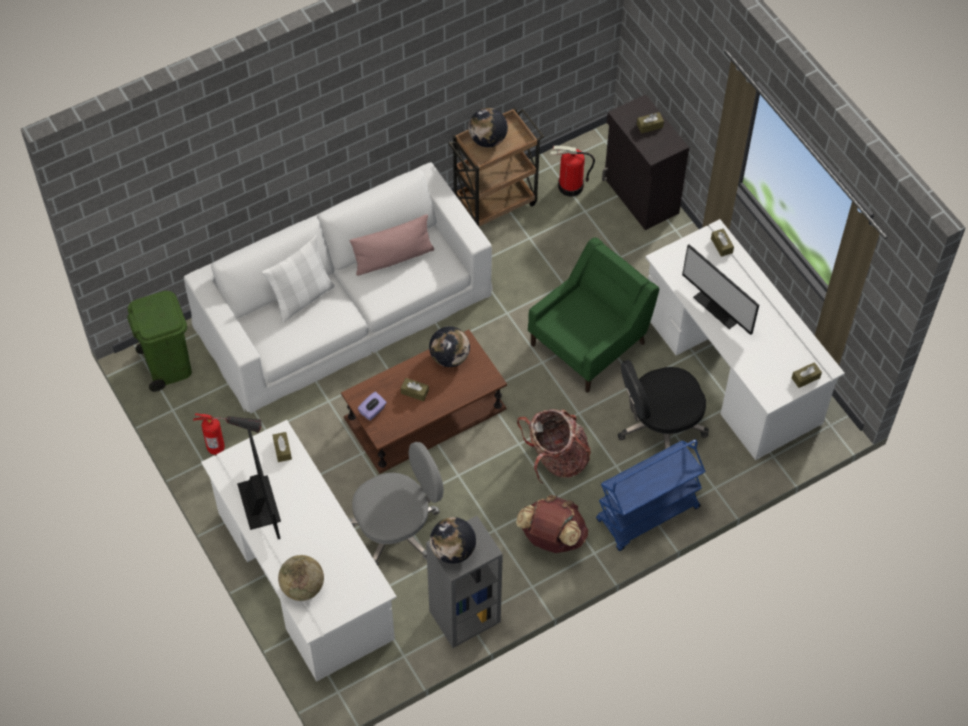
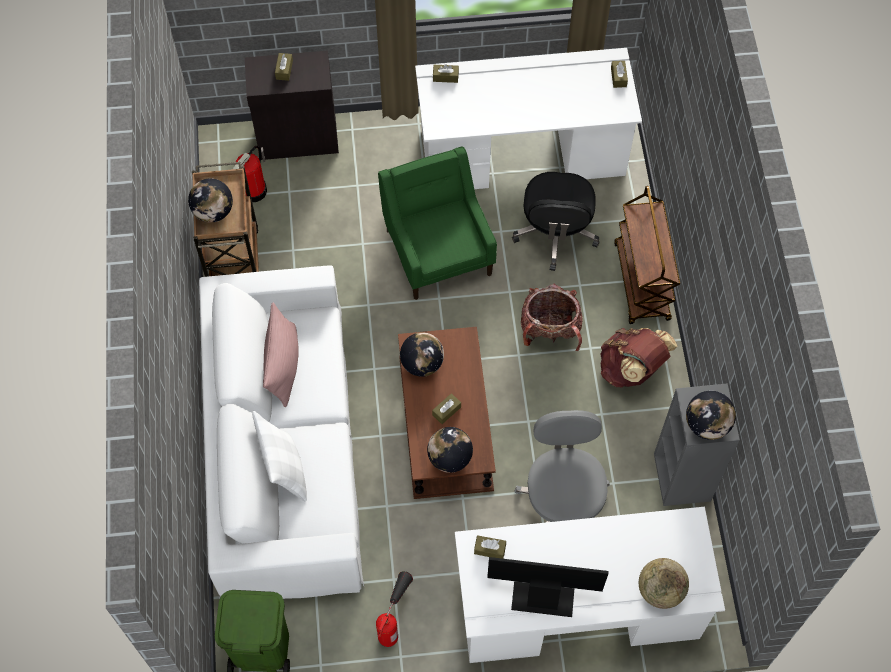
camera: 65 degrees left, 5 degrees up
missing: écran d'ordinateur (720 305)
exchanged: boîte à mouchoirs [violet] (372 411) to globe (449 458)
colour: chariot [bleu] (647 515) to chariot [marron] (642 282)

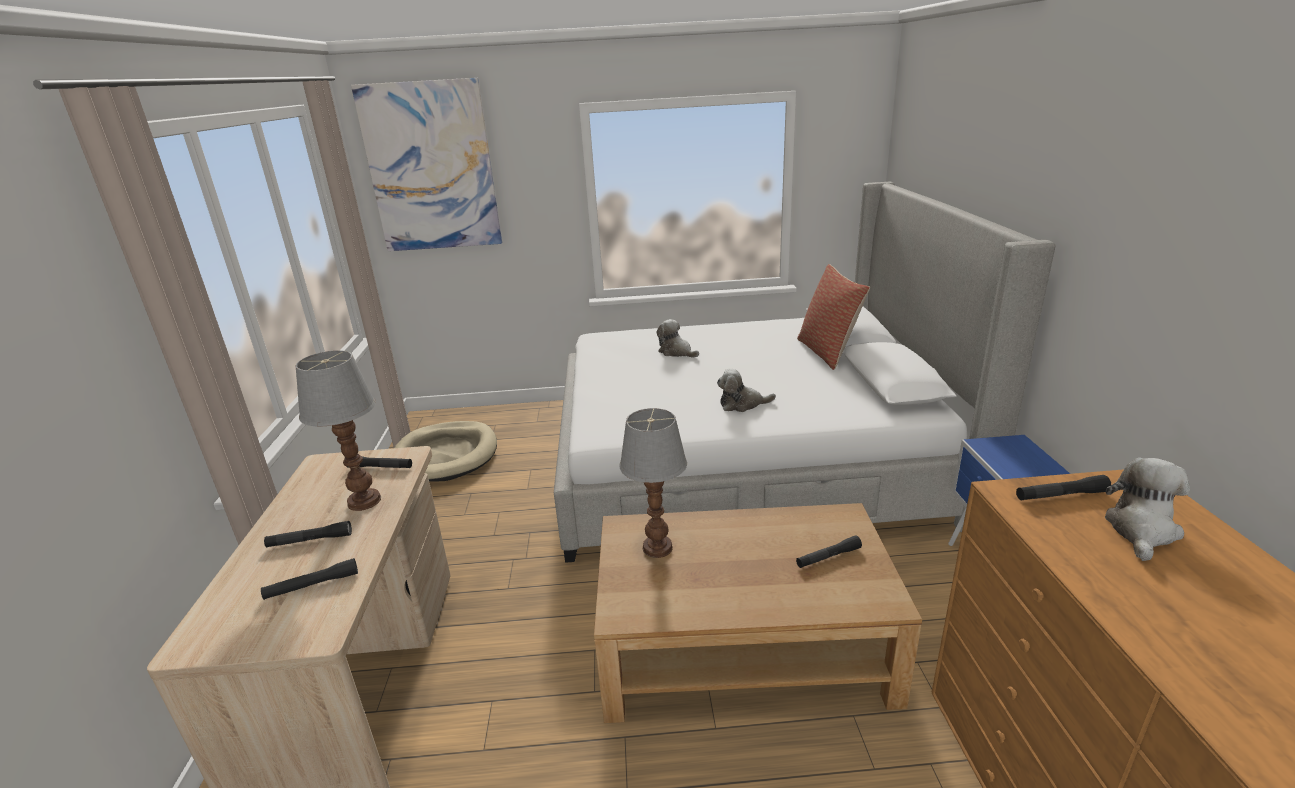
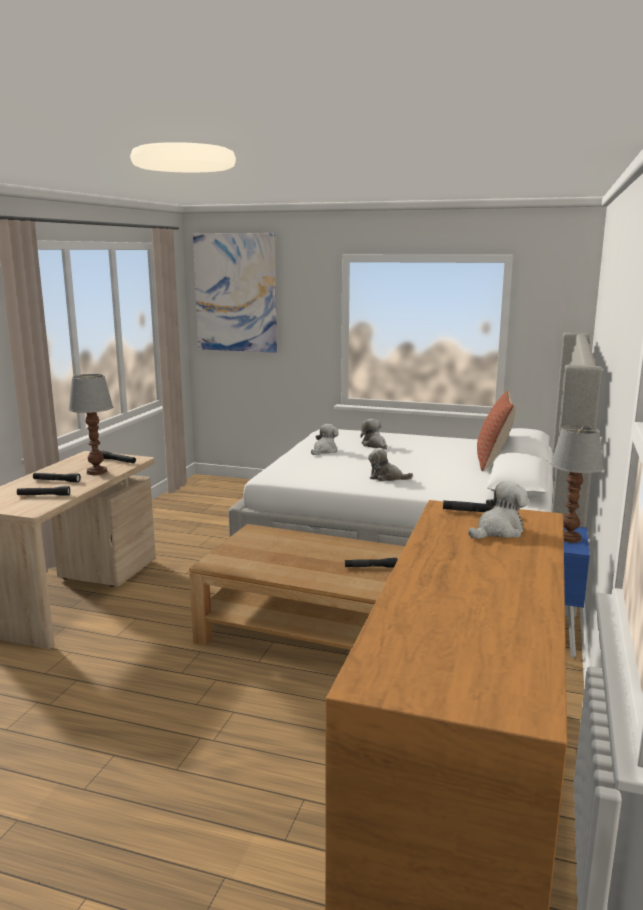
camera: 20 degrees right, 10 degrees down
missing: panier pour chien [beige] (446 455)
appeared: peluche (324 451)
relocated: lampe de table (658 547) to (569 538)

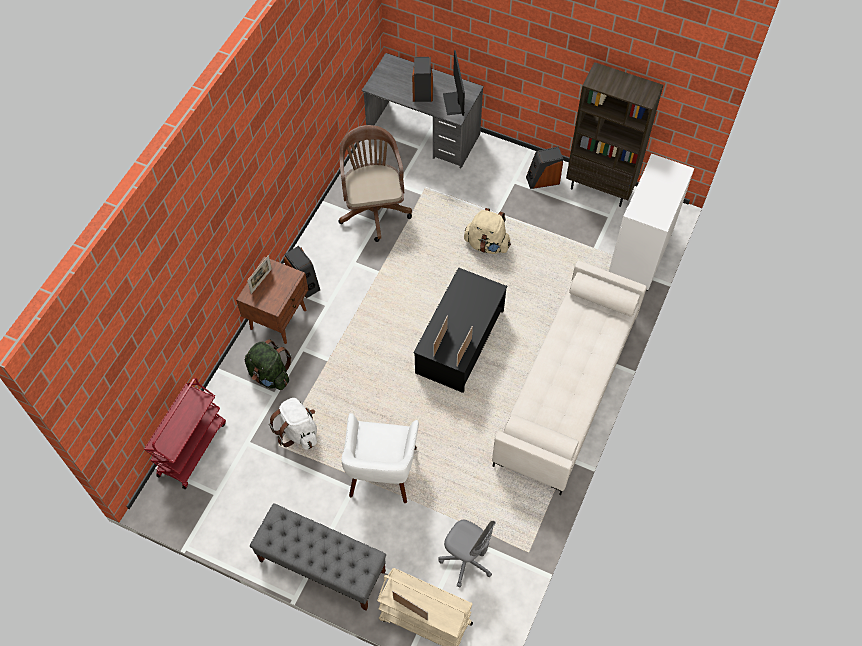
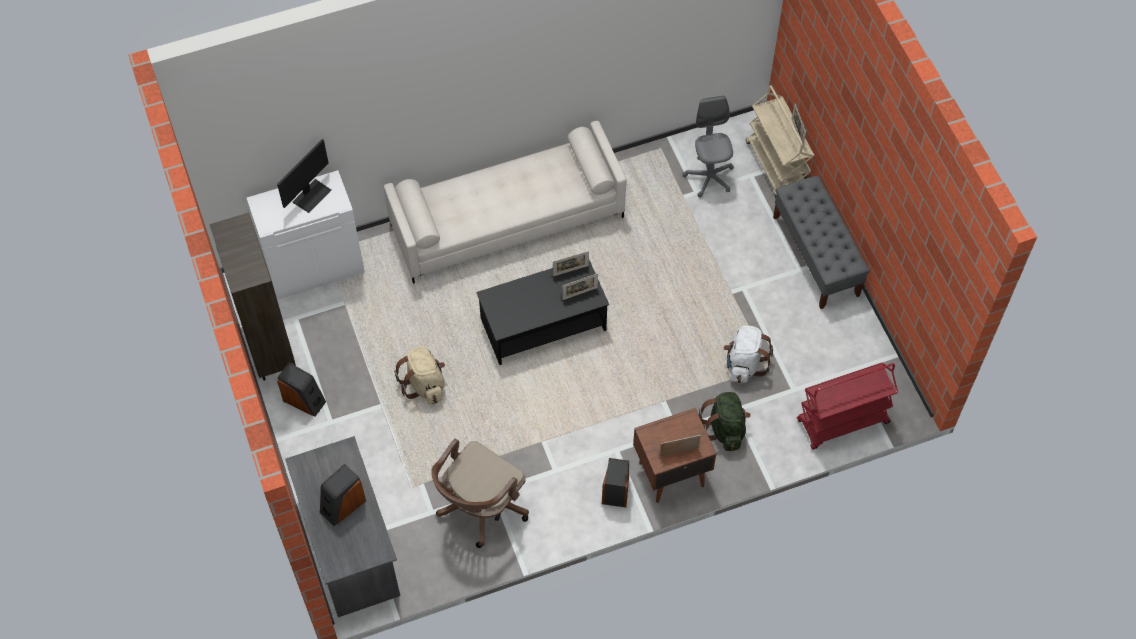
camera: 135 degrees left, 0 degrees up
missing: fauteuil [blanc] (381 472)
relocated: écran d'ordinateur (454 103) to (311 195)

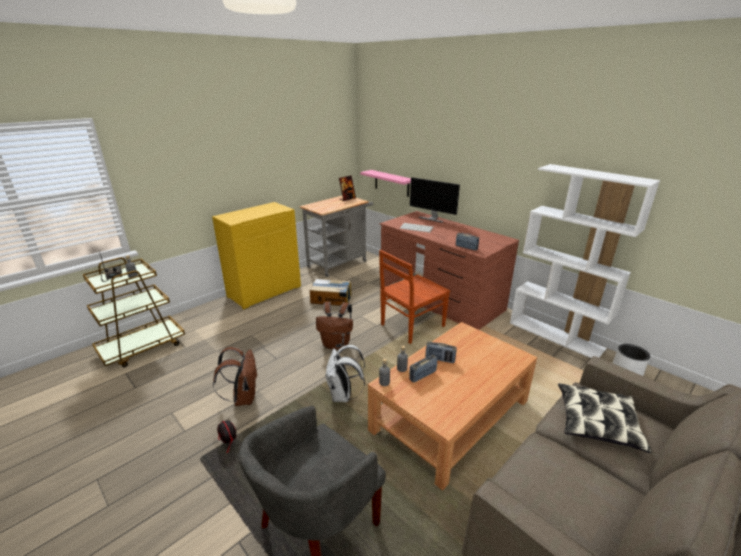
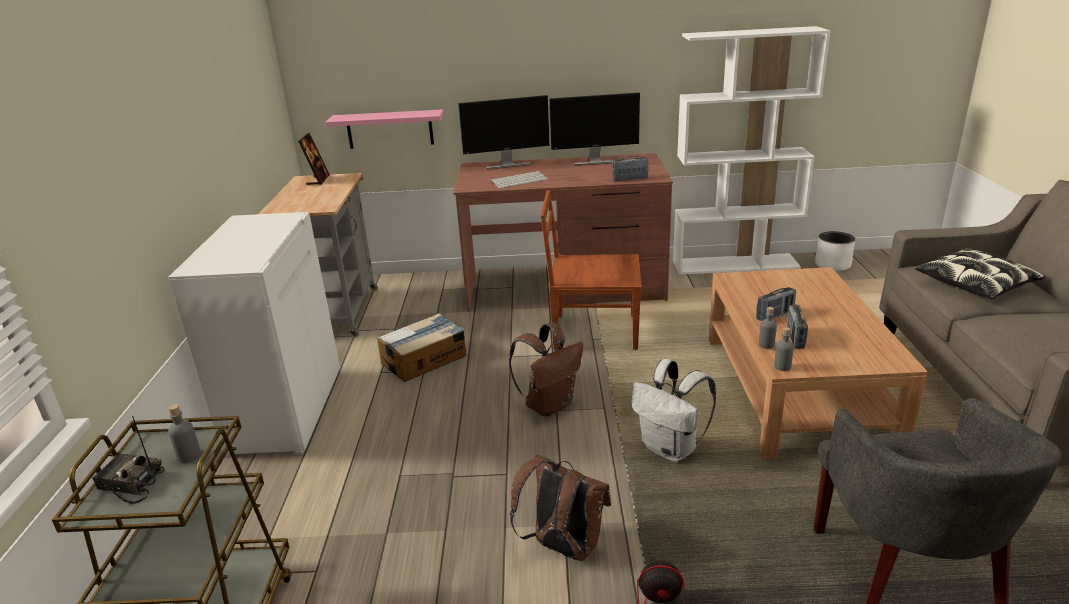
camera: 45 degrees left, 0 degrees up
appeared: écran d'ordinateur (595 161)
colour: meuble de rangement [jaune] (264 291) to meuble de rangement [blanc] (285 410)
spun: chaise [marron] (411 326) = (593 332) 90 degrees clockwise

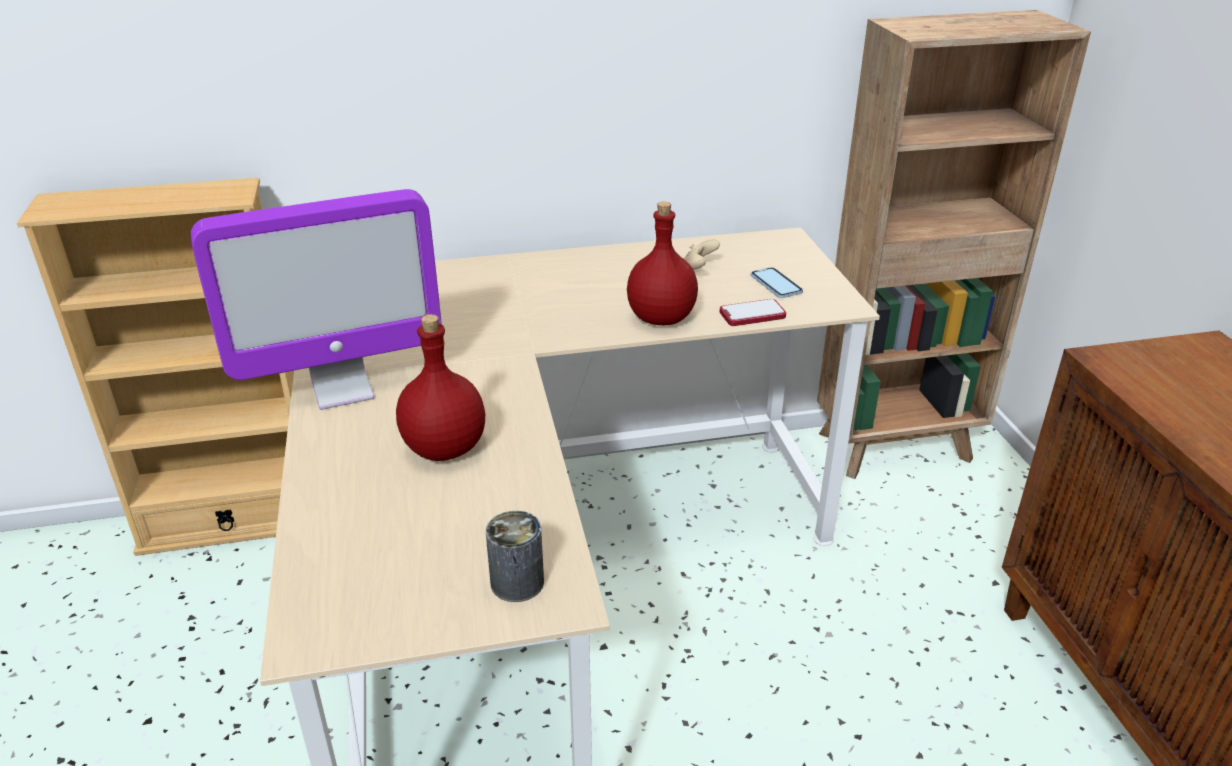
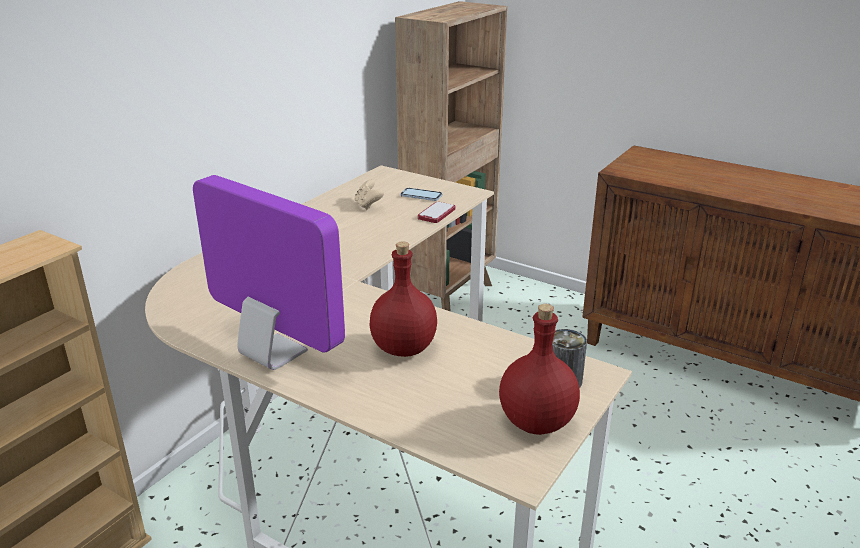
camera: 45 degrees left, 5 degrees down
relocated: bouteille [rouge] (660 318) to (535 422)
spun: écran d'ordinateur (342 389) = (273 354) 75 degrees counterclockwise

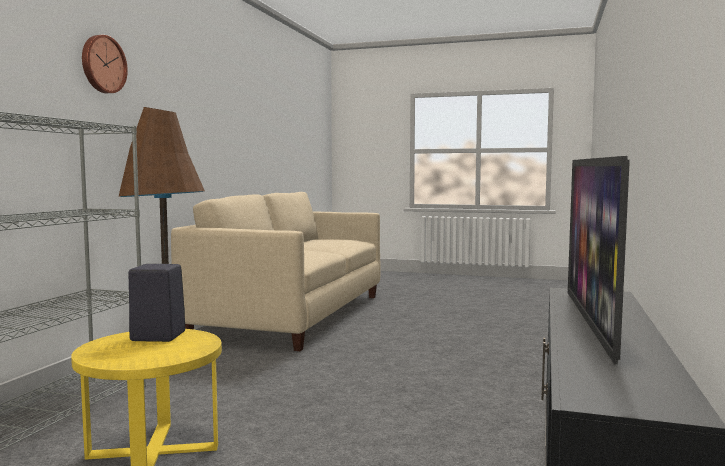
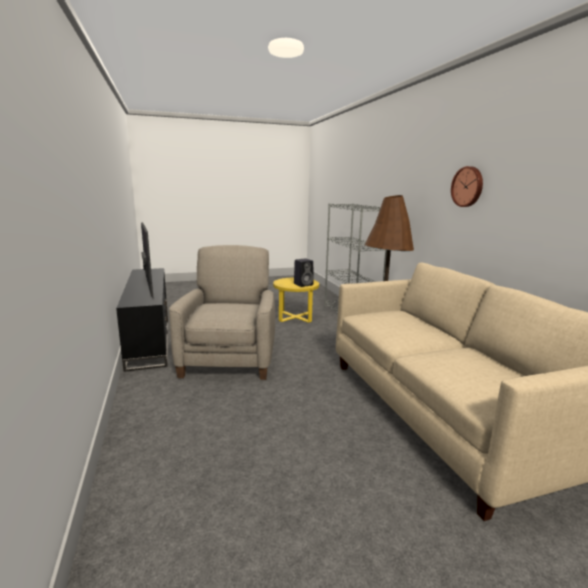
camera: 145 degrees right, 10 degrees up
appeared: fauteuil [beige] (229 359)
relocated: horloge murale (102 64) to (468 186)

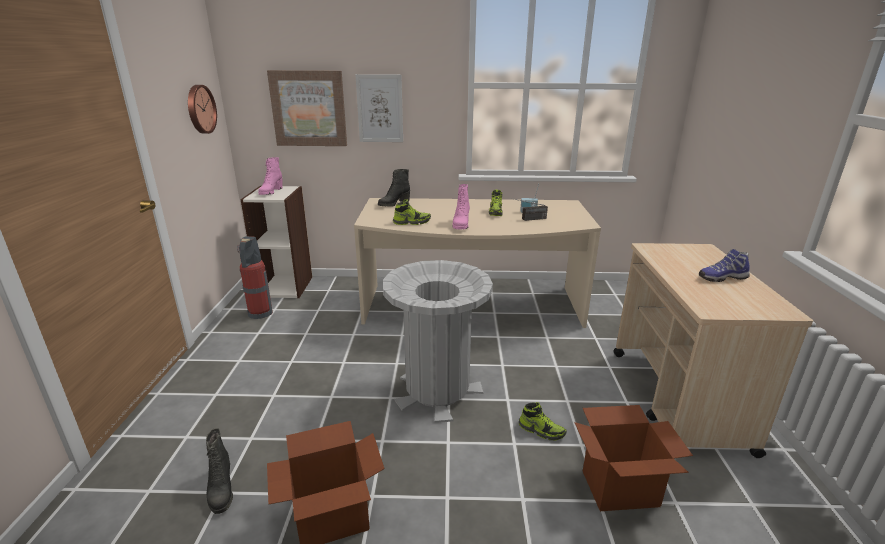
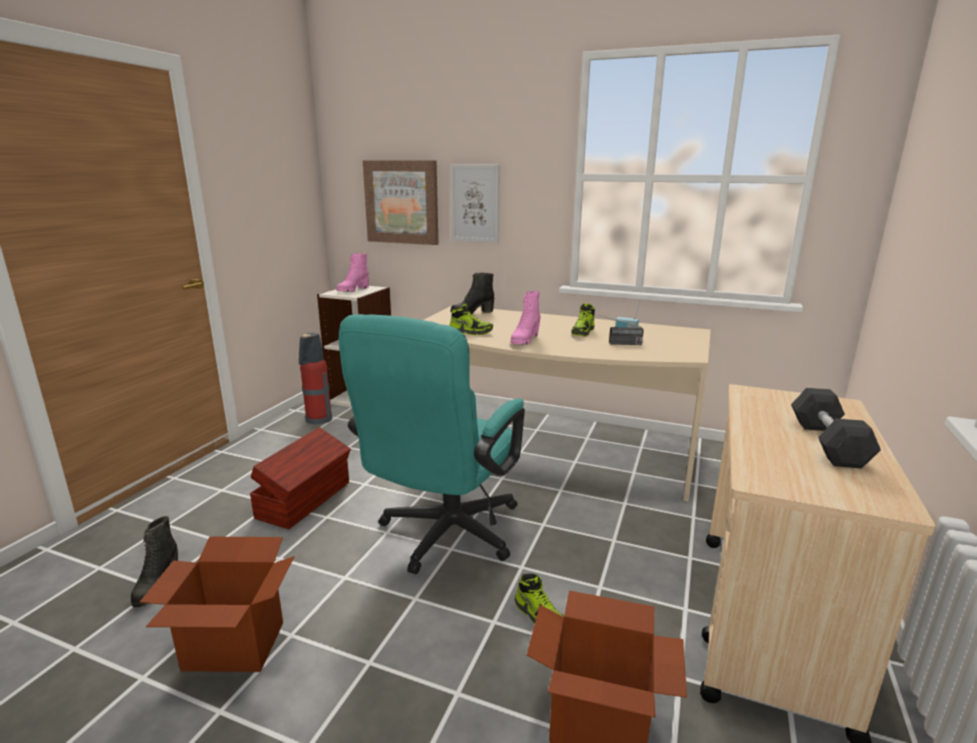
camera: 20 degrees right, 5 degrees down
missing: horloge murale (200 109)
appeared: boîte de rangement [marron] (306 499)
exchanged: chaussure (721 277) to haltère [gris] (827 443); poubelle [gris] (437 391) to chaise de bureau [turquoise] (443 537)

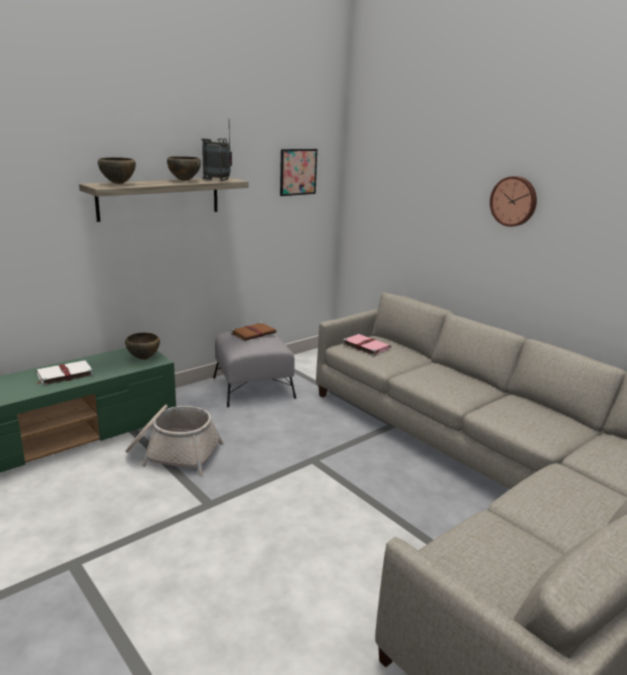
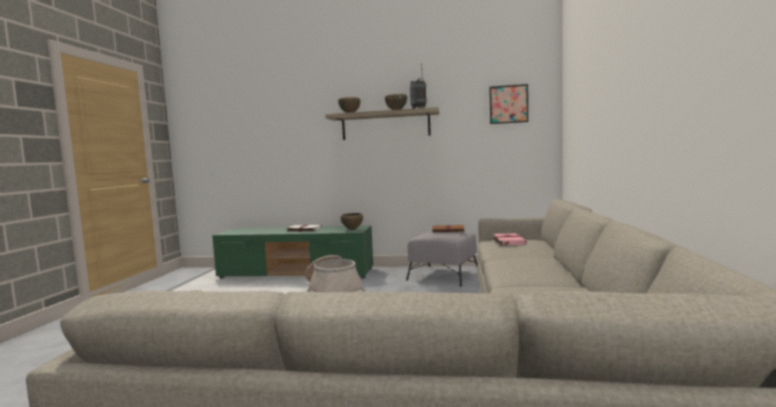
camera: 50 degrees right, 15 degrees down
missing: horloge murale (514 201)

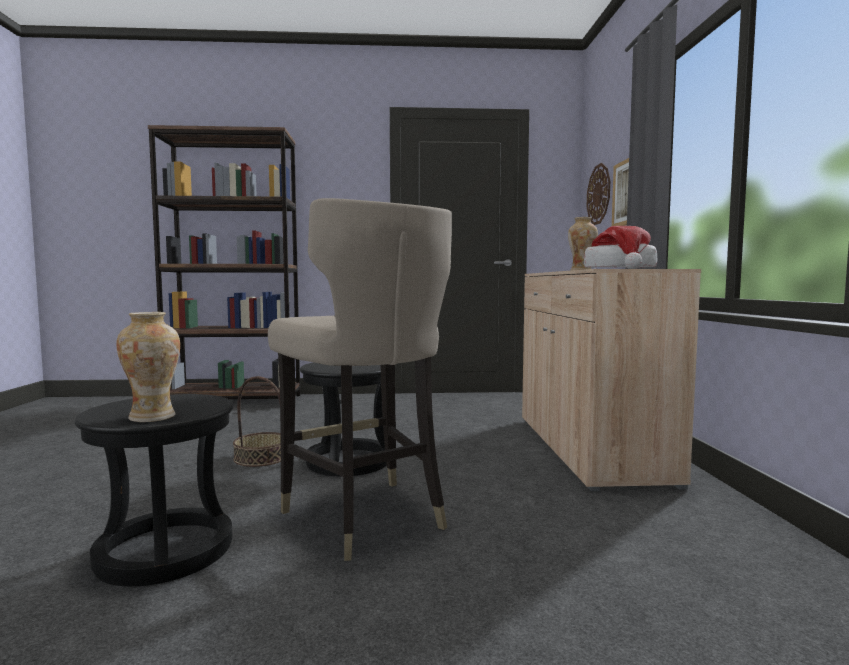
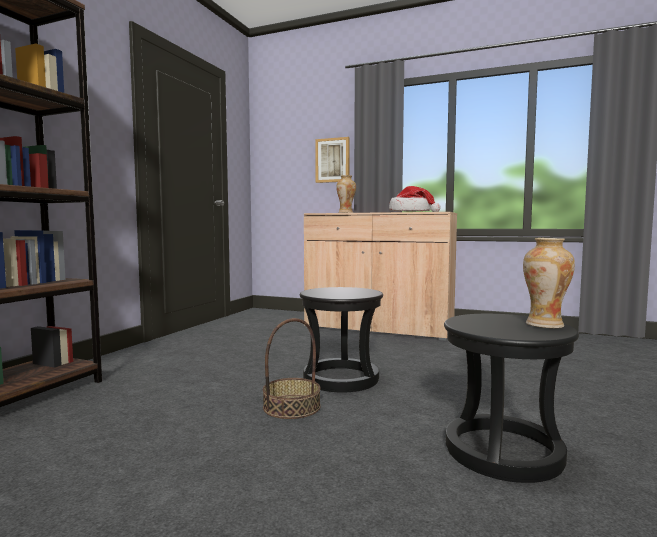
camera: 65 degrees left, 0 degrees up
missing: horloge murale (599 194); tabouret [beige] (364 517)

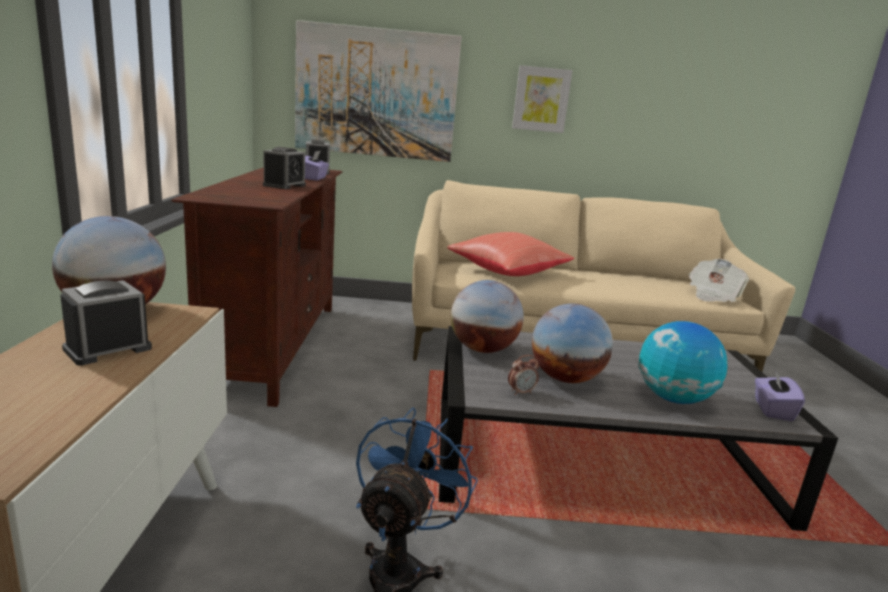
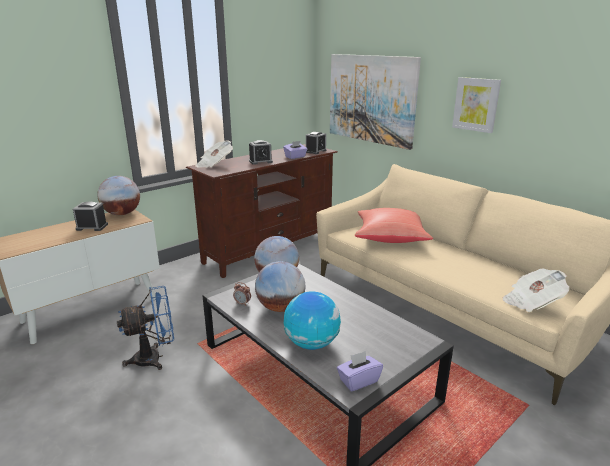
camera: 50 degrees right, 5 degrees up
appeared: journal (214 164)

